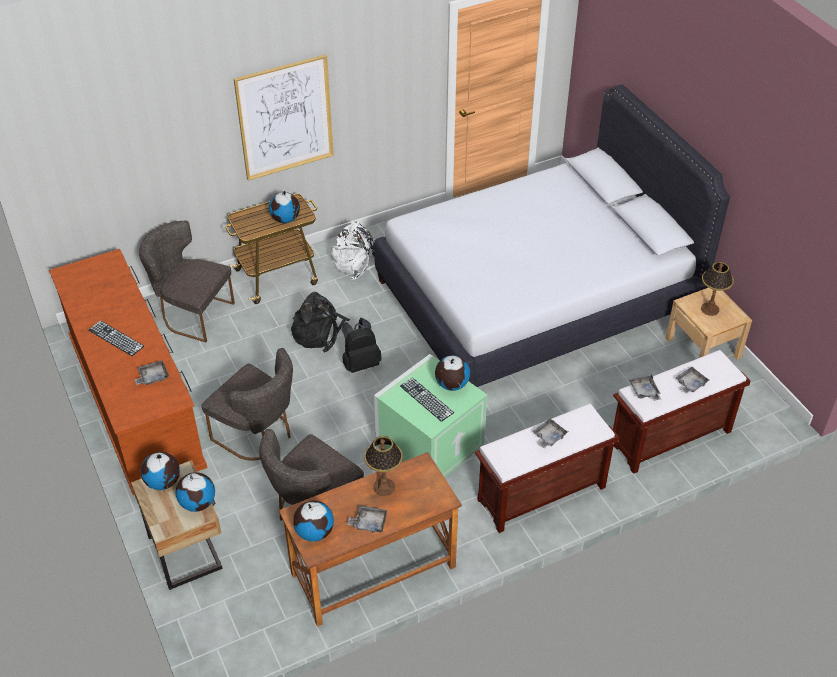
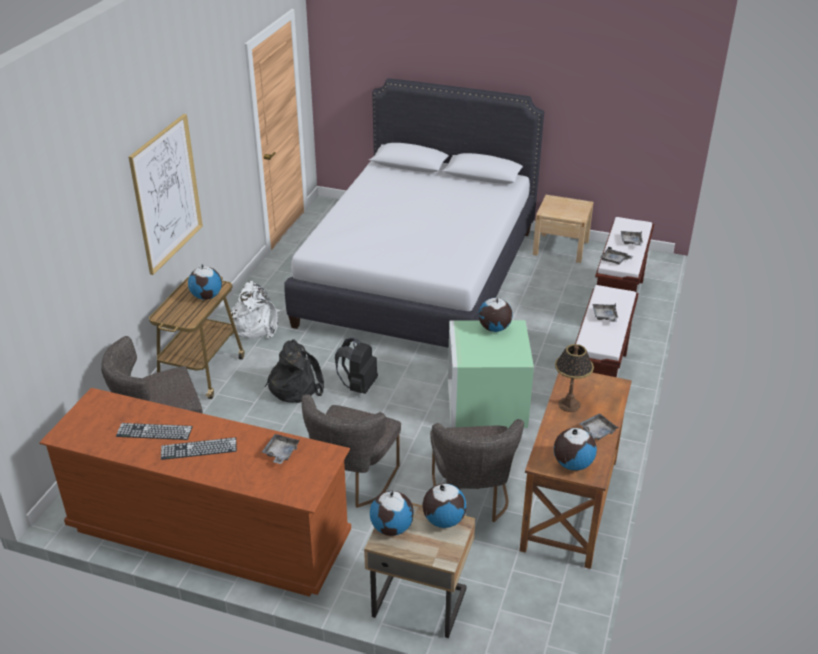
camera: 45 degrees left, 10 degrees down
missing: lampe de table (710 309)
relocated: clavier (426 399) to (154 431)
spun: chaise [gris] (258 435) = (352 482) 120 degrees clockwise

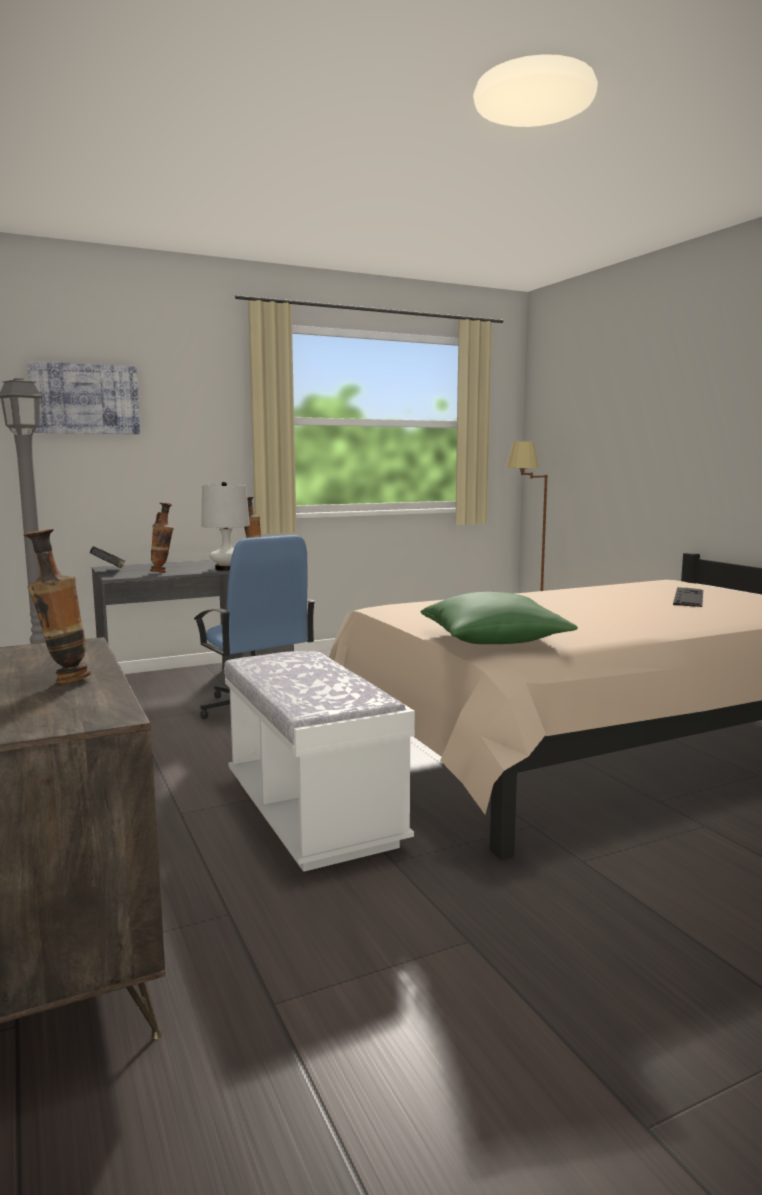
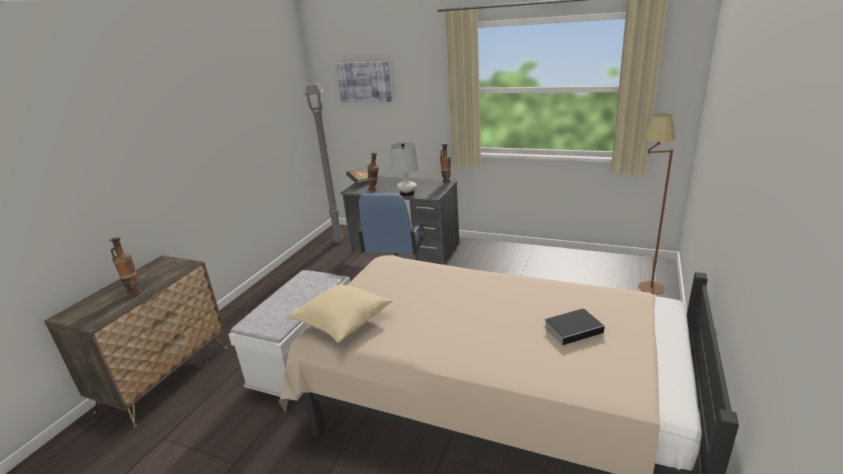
camera: 50 degrees right, 15 degrees up
exchanged: clavier (688 597) to livre (574 329)
colour: coussin [vert] (494 640) to coussin [beige] (342 321)

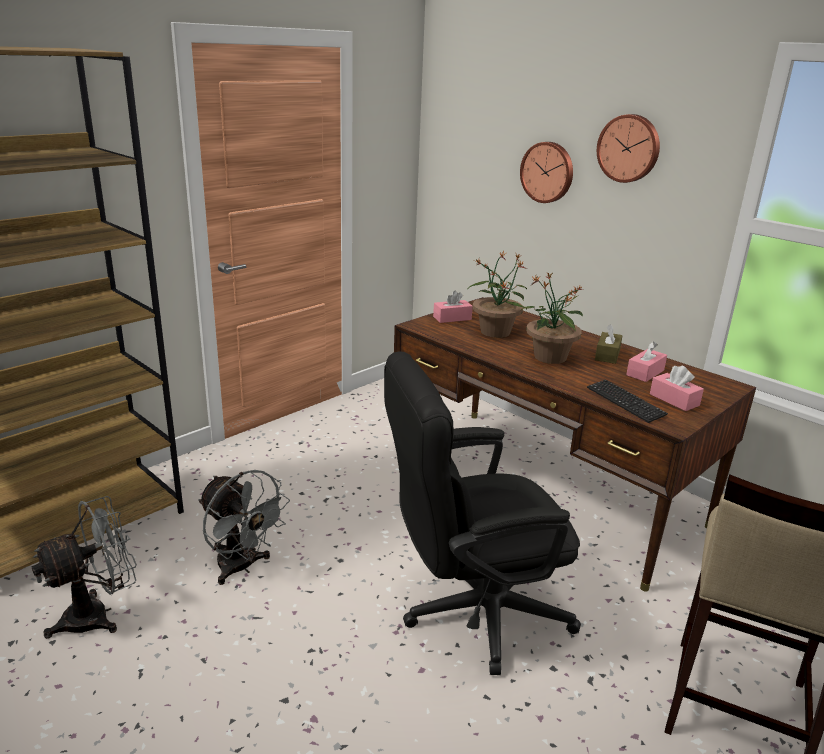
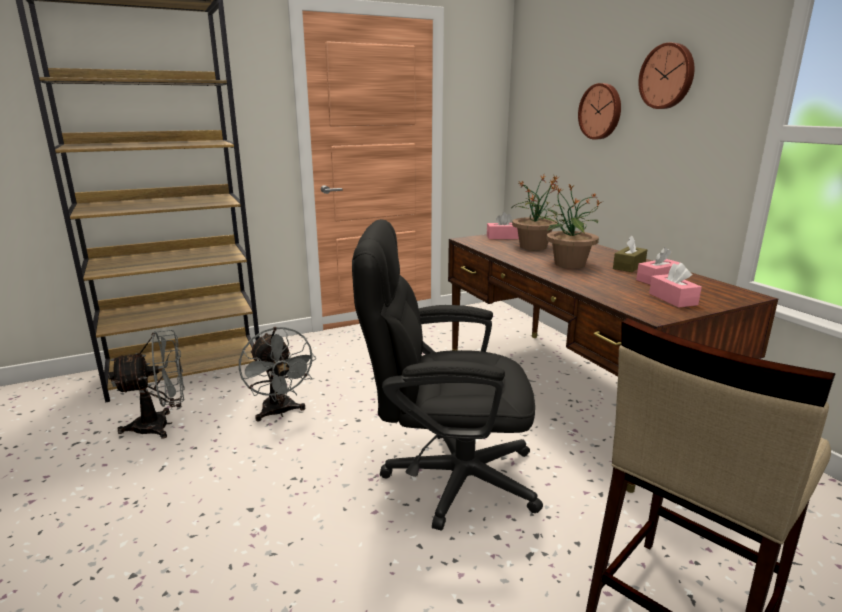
camera: 20 degrees right, 5 degrees down
missing: clavier (625 402)

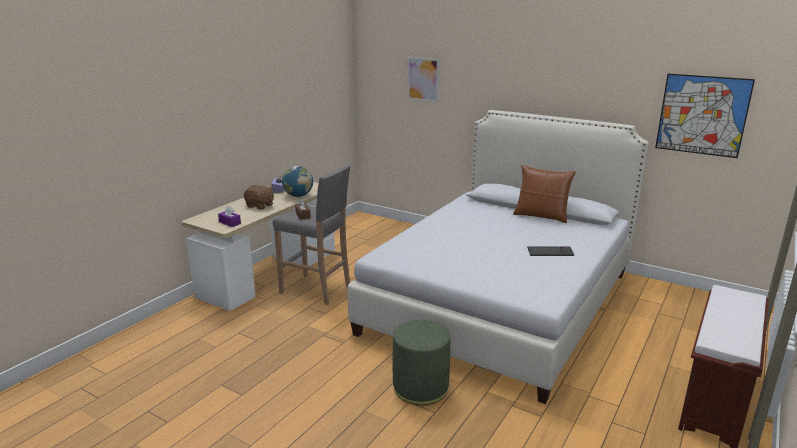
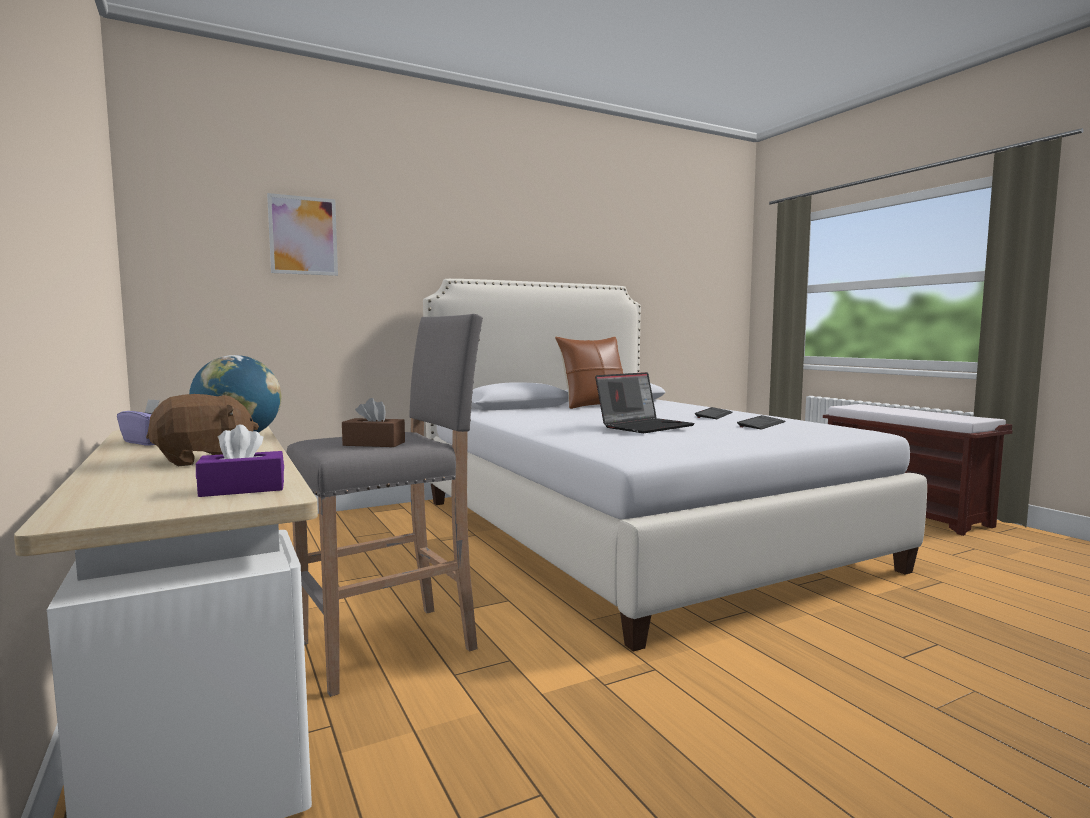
camera: 60 degrees left, 15 degrees down
missing: tableau (702 115); pouf [vert] (420 387)
appeared: ordinateur portable (645 426); clavier (761 424)

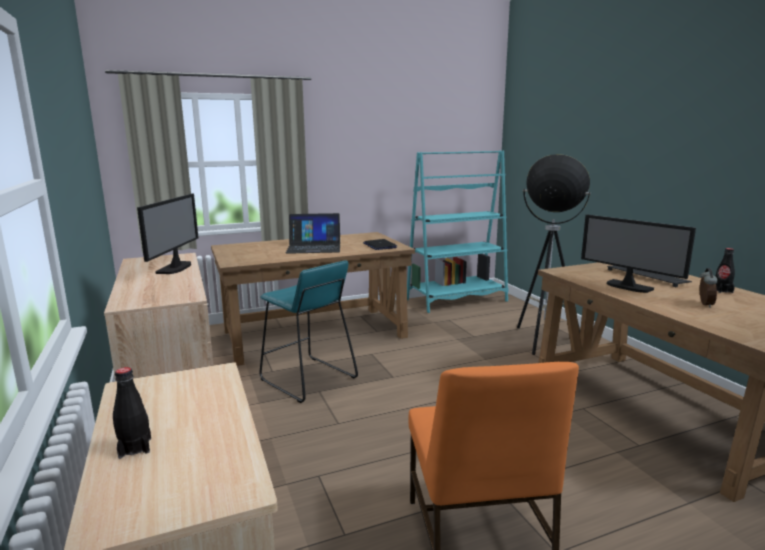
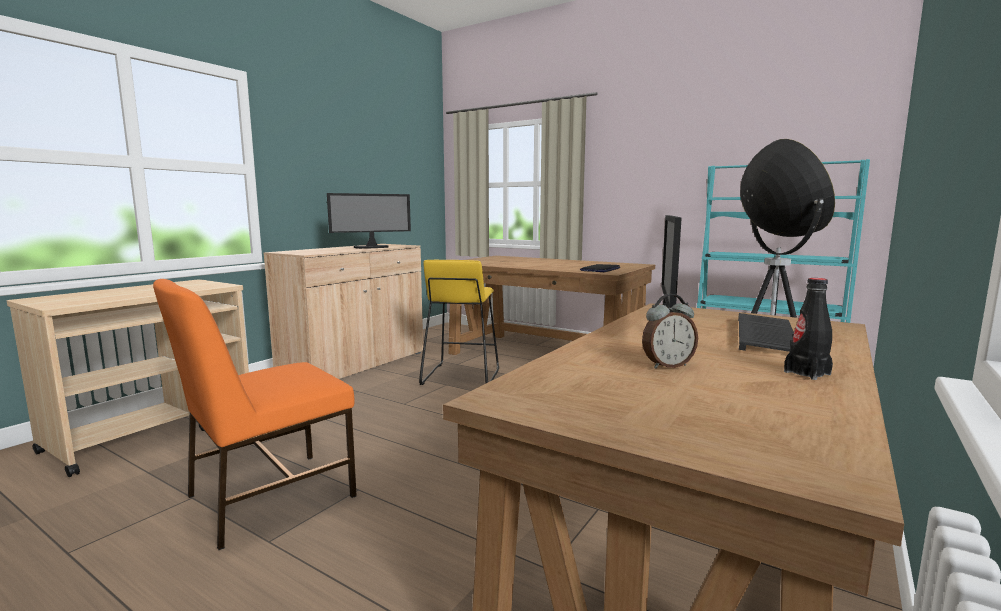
camera: 55 degrees right, 5 degrees down
missing: ordinateur portable (314 247); bouteille [noir] (135 448)
colour: tabouret [turquoise] (307 379) to tabouret [jaune] (461 376)

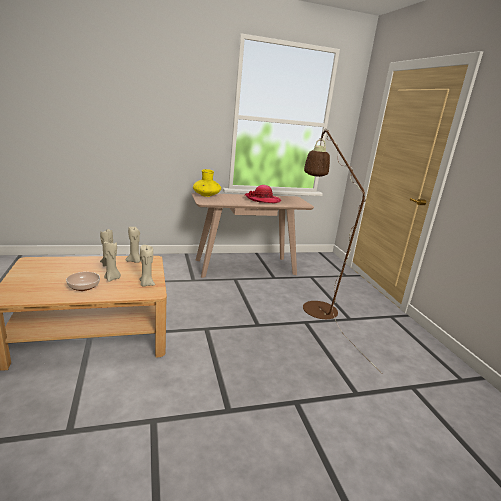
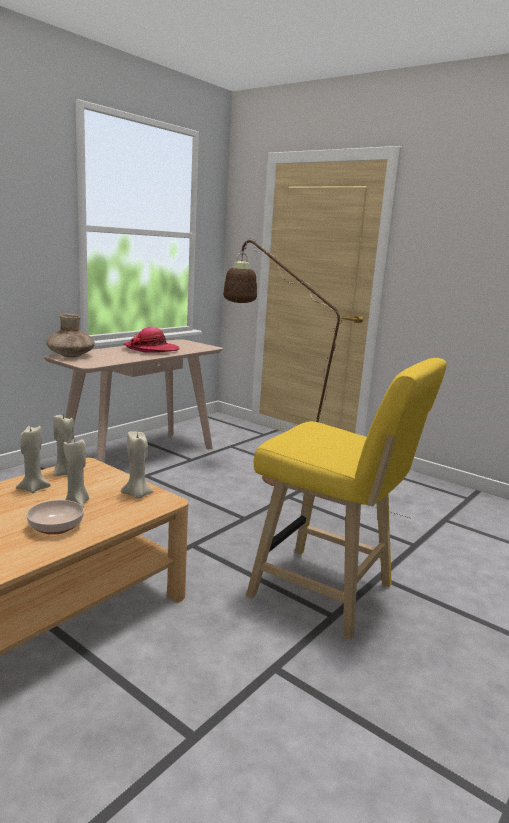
camera: 35 degrees left, 5 degrees down
appeared: tabouret [jaune] (328 594)
colour: vase [jaune] (206 195) to vase [marron] (71 355)

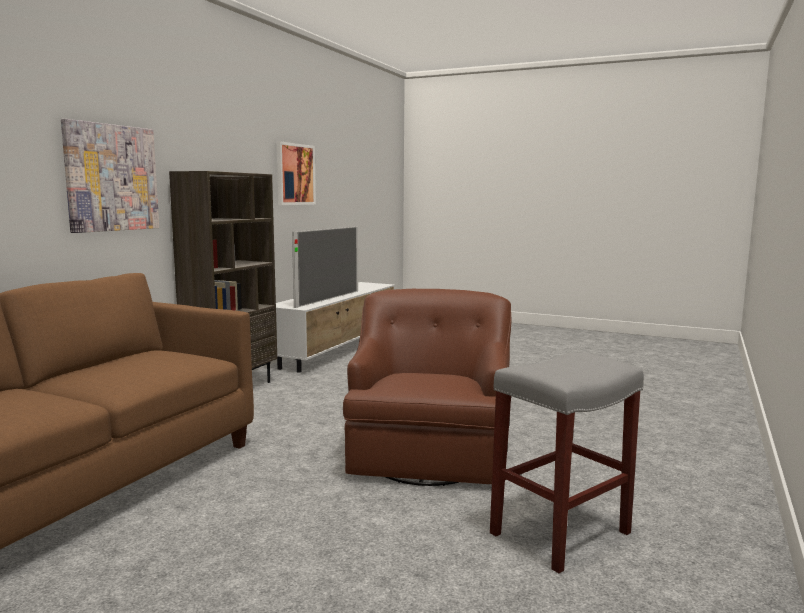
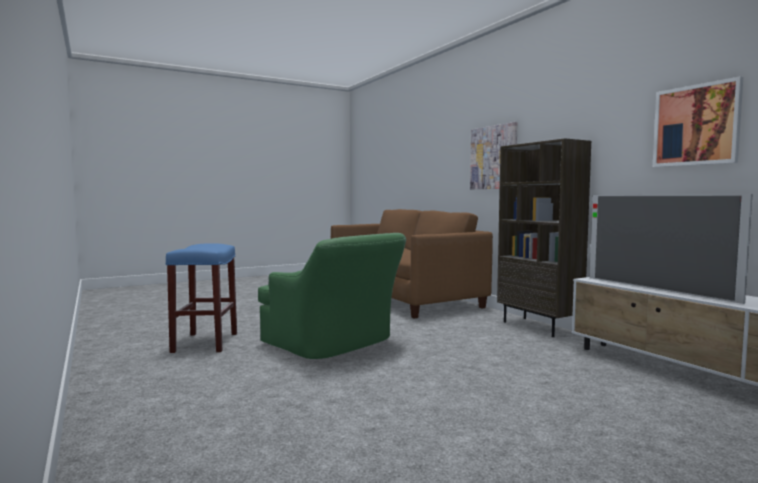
camera: 125 degrees right, 5 degrees down
colour: fauteuil [marron] (429 451) to fauteuil [vert] (335 345); tabouret [gris] (560 534) to tabouret [bleu] (205 342)

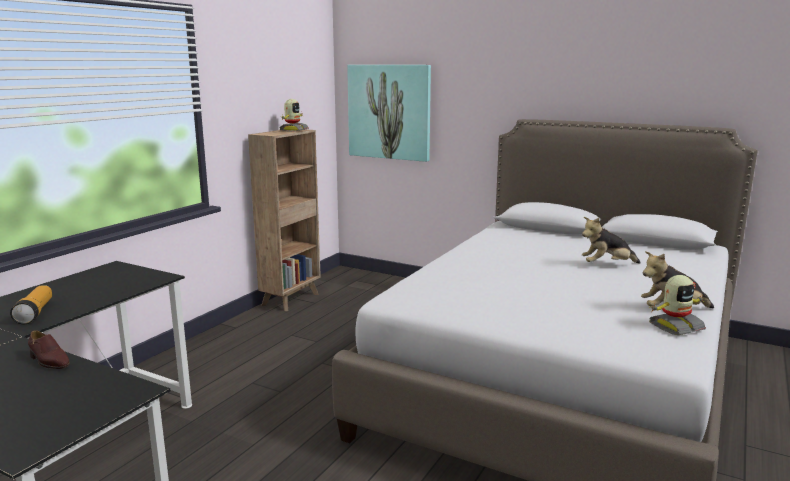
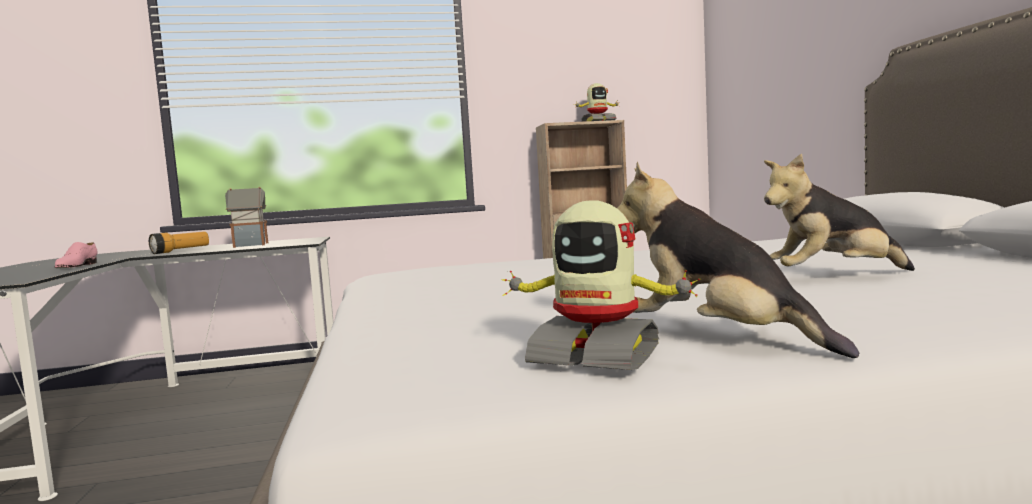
camera: 50 degrees right, 10 degrees down
missing: tableau (389 112)
appeared: maison miniature (249 245)
colour: chaussure [marron] (49 361) to chaussure [rose] (76 266)
spun: peluche (607 265) = (833 276) 45 degrees counterclockwise

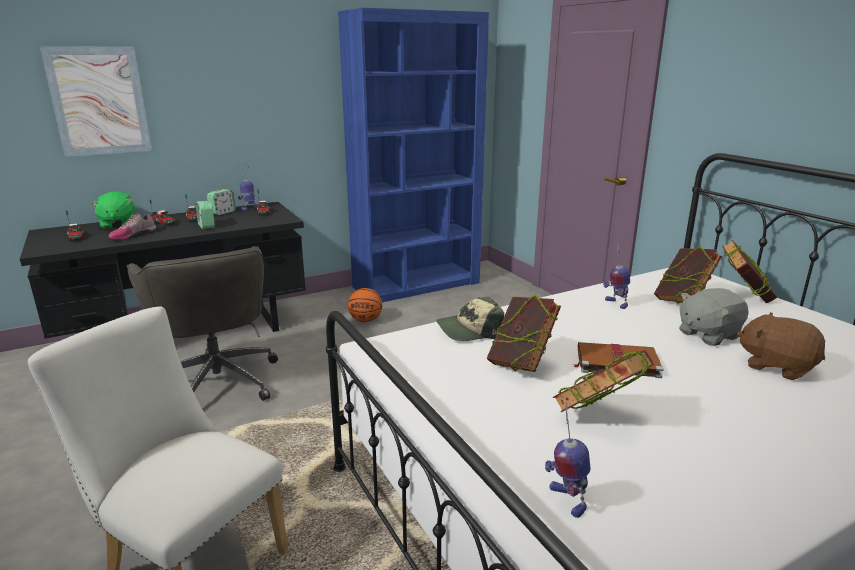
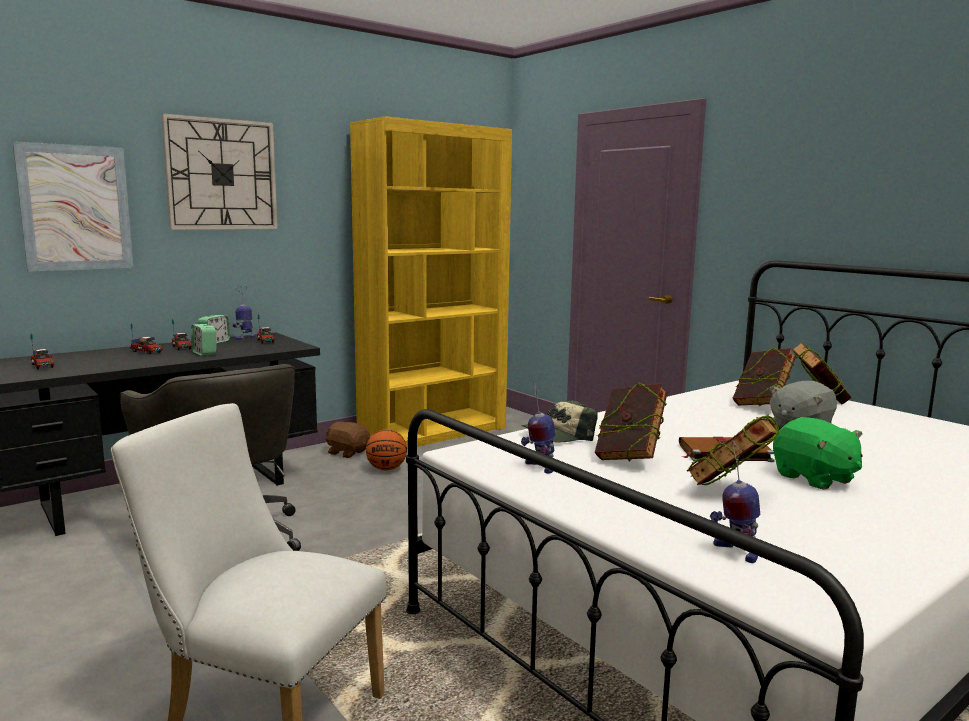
camera: 10 degrees left, 10 degrees down
missing: chaussure (132 235)
appeared: horloge murale (221 174)
relocated: peluche [vert] (117 224) to (814 478); robot jouet (615 303) to (539 467); peluche [marron] (776 366) to (347 452)
colour: bibliothèque [bleu] (416 285) to bibliothèque [jaune] (433 432)

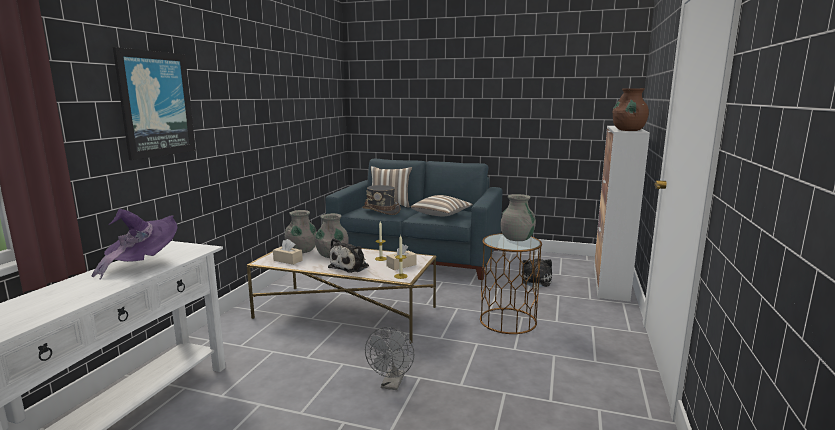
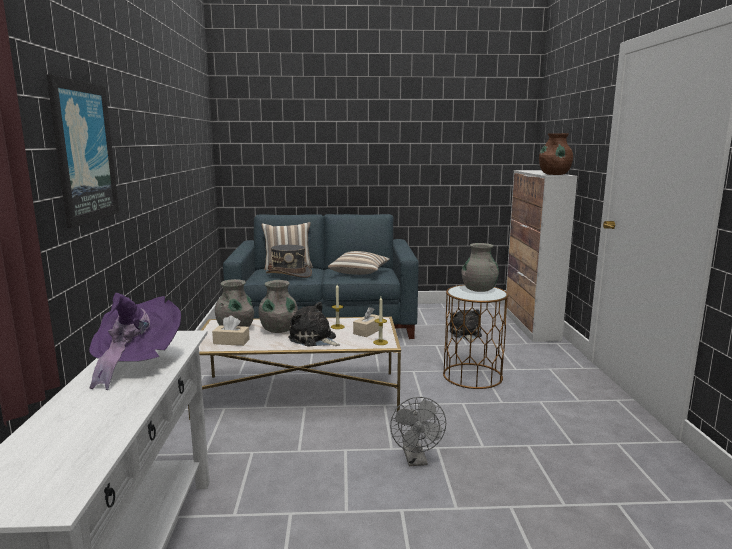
camera: 20 degrees left, 0 degrees up
spun: peluche (350 266) = (314 339) 120 degrees clockwise

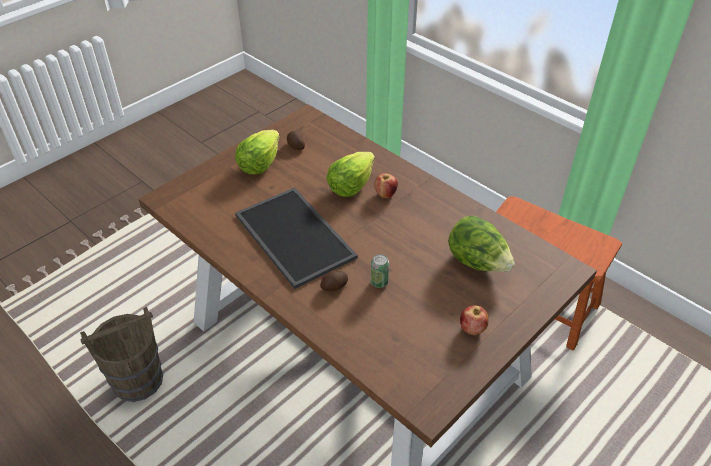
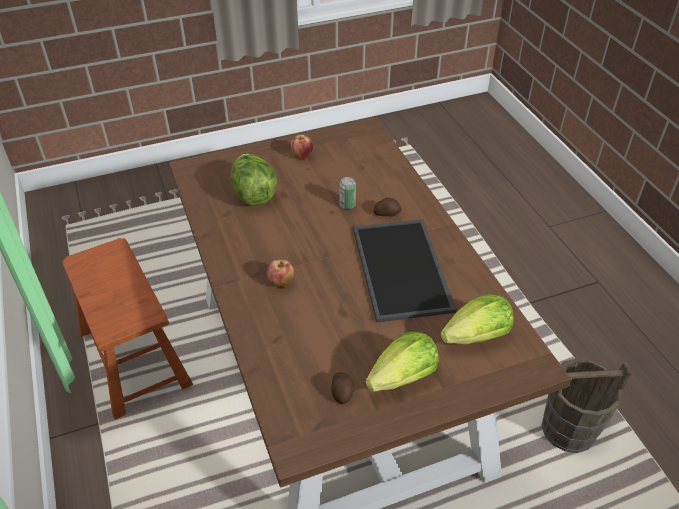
camera: 155 degrees left, 0 degrees up
relocated: laitue (350 186) to (477 336)

